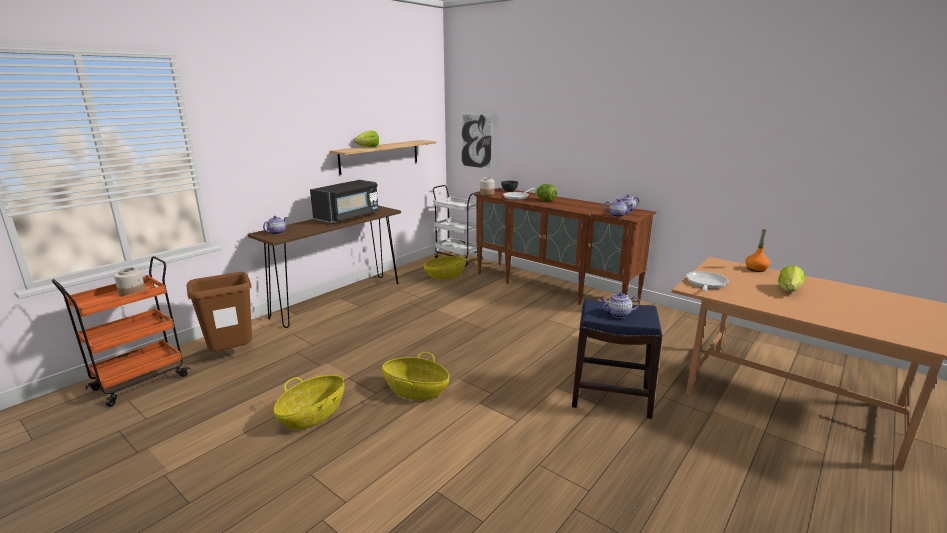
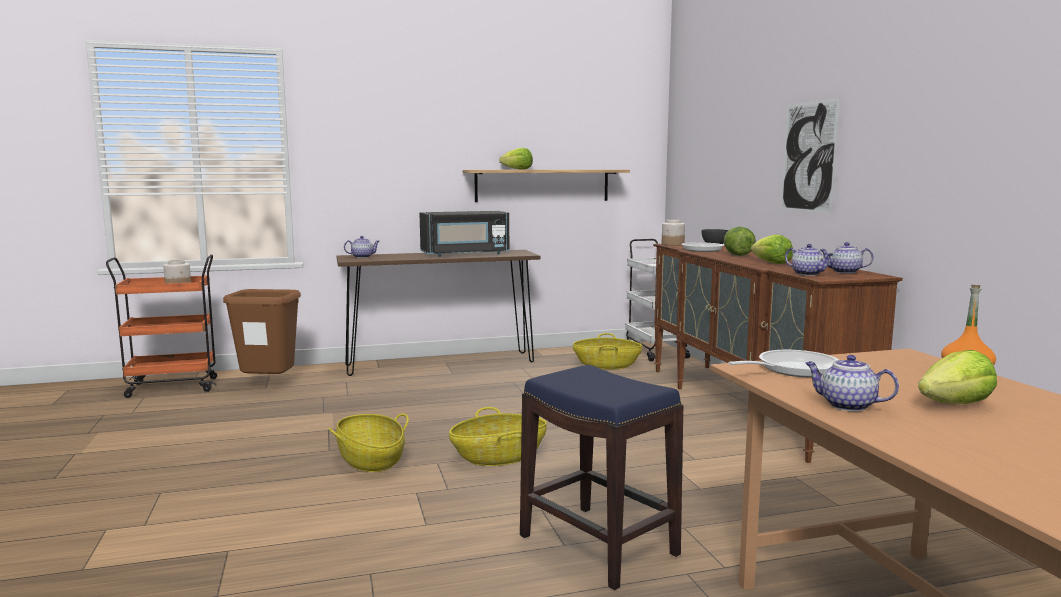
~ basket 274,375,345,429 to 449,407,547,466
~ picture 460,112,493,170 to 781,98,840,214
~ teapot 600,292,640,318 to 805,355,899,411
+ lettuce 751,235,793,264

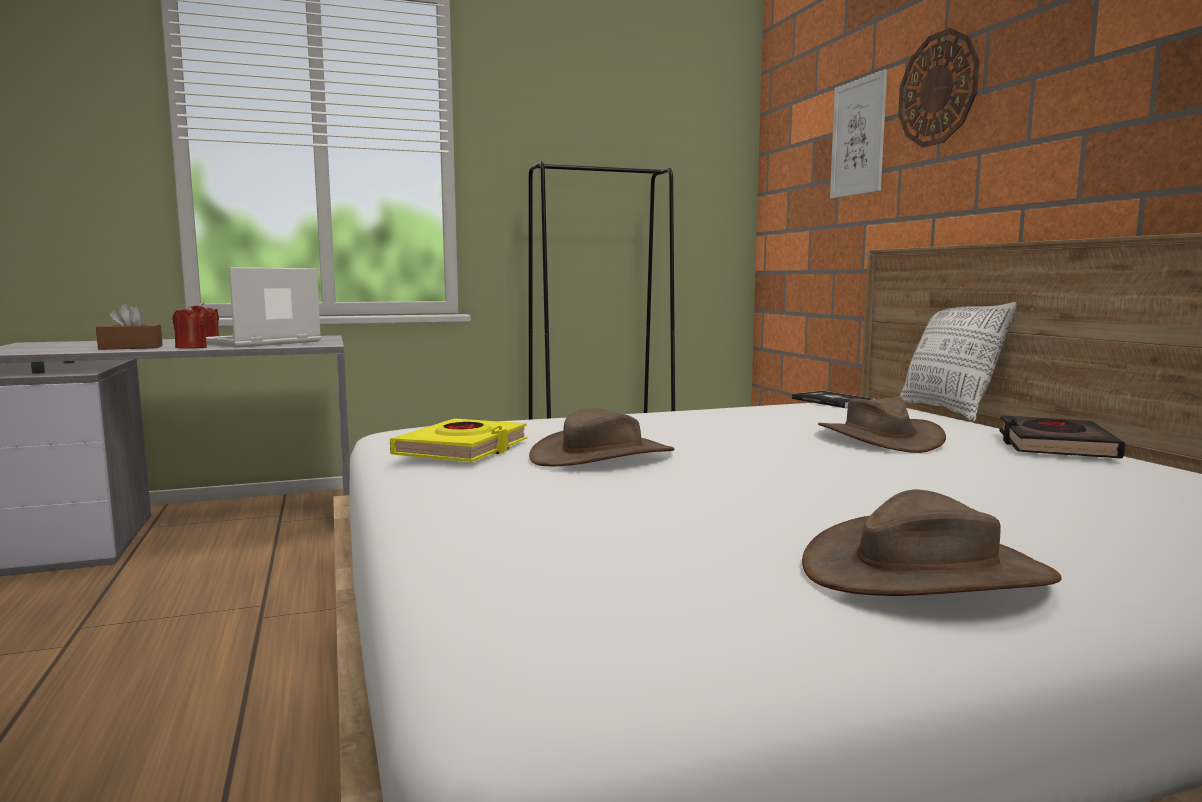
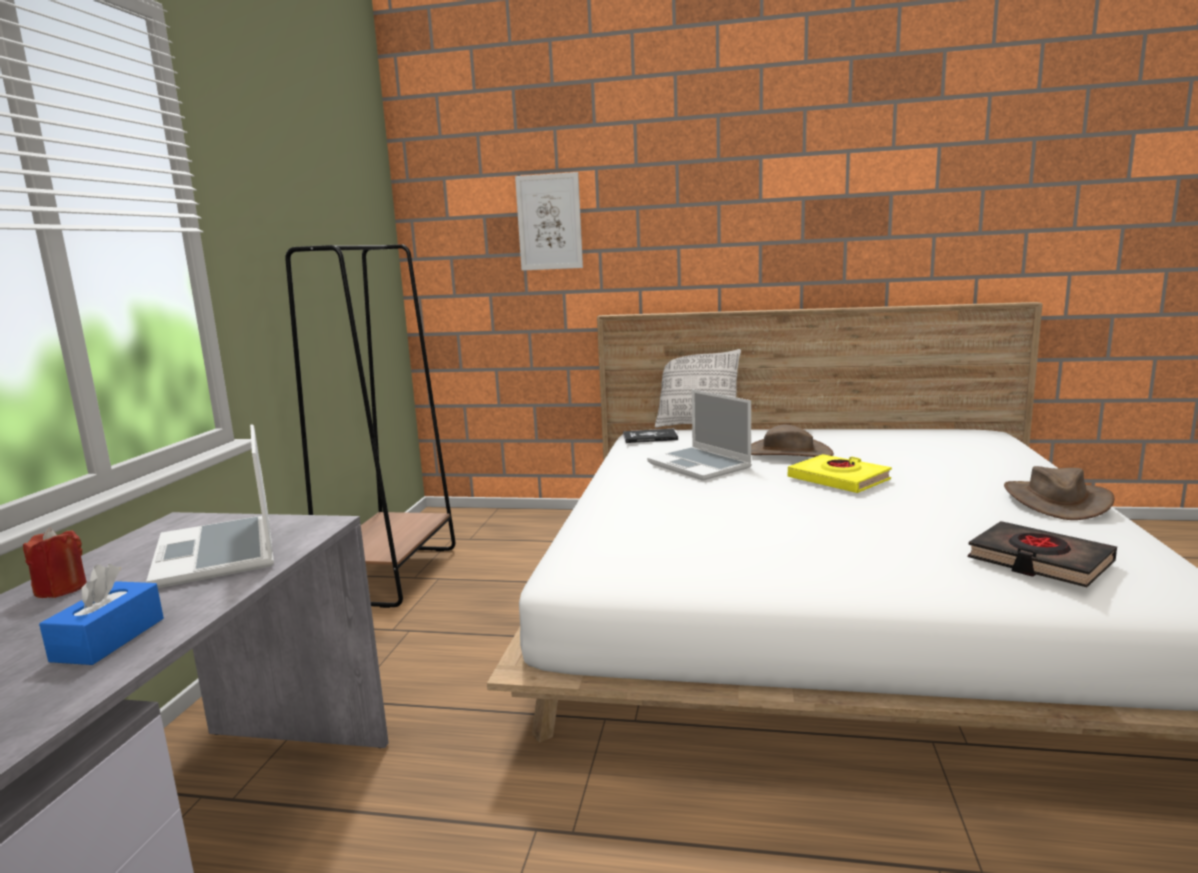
~ brown tissue box 96,303,163,350 to blue tissue box 39,564,164,665
- red candle 172,306,207,349
~ yellow book 390,419,527,462 to 788,454,892,493
- brown hat 529,408,675,466
- wall clock 898,28,980,147
~ black book 999,415,1126,459 to 968,521,1117,587
+ laptop 647,389,752,481

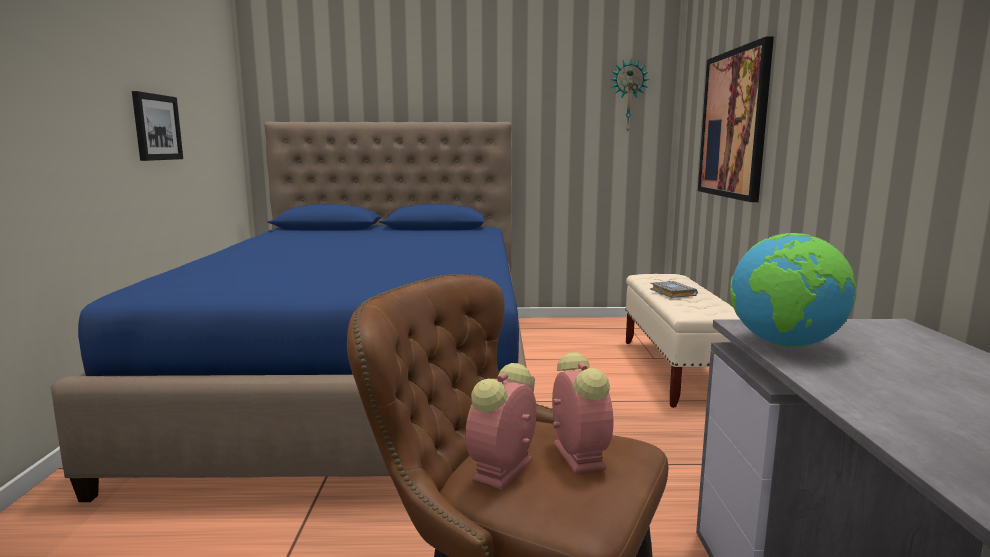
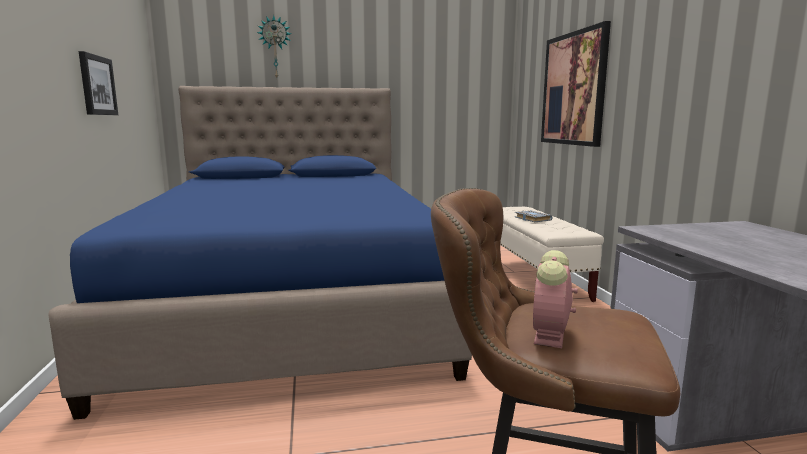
- alarm clock 552,352,613,473
~ wall clock 610,59,650,133 to 257,15,291,78
- globe 730,233,856,347

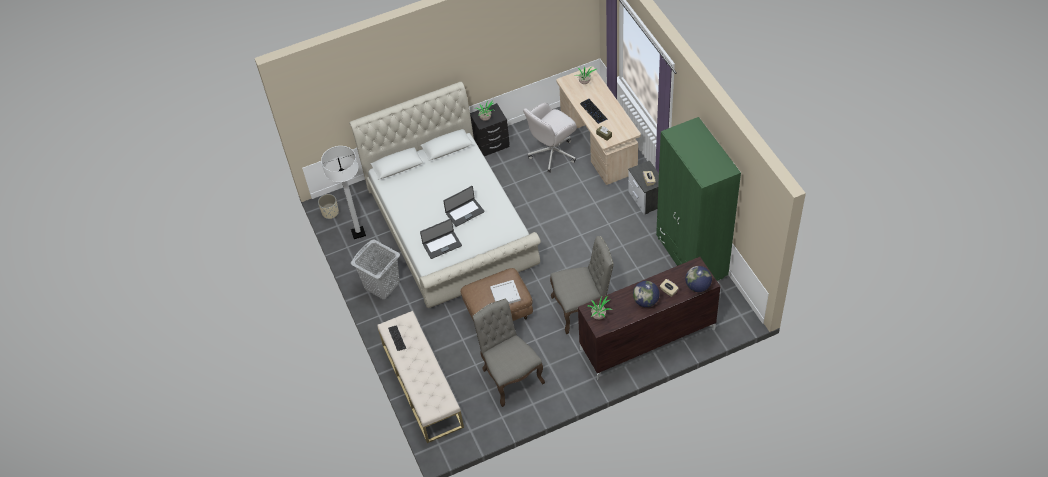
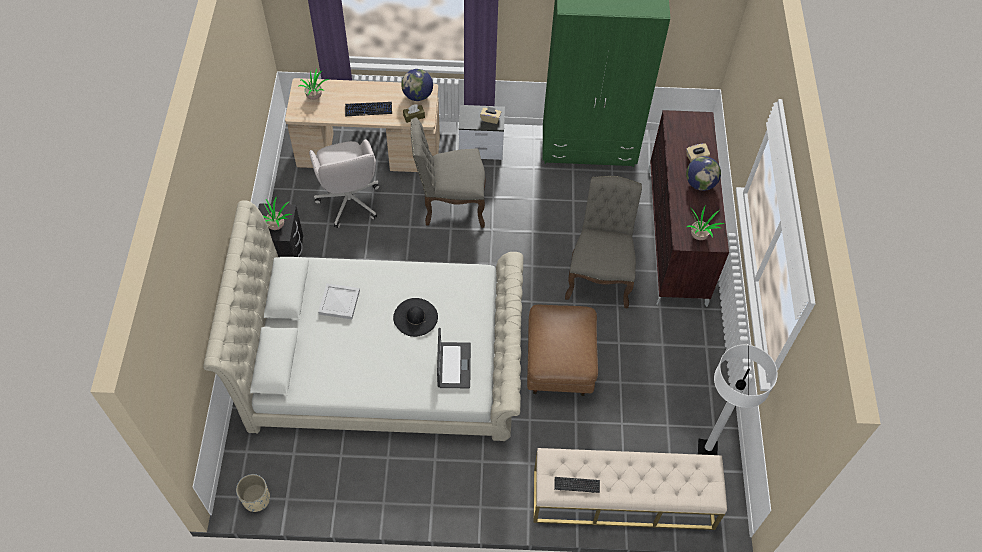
~ white floor lamp 321,146,366,239 to 698,345,778,455
- grey laundry basket 351,240,400,299
~ laptop 443,186,485,227 to black hat 393,298,438,337
~ grey chair 472,299,545,407 to 411,118,486,228
~ white tray 490,280,521,304 to 318,283,360,319
~ globe 685,266,712,292 to 401,69,433,101

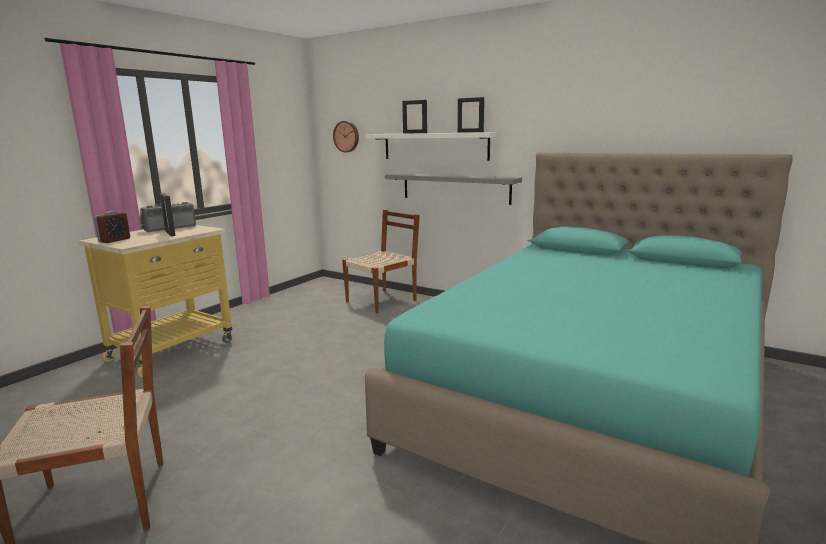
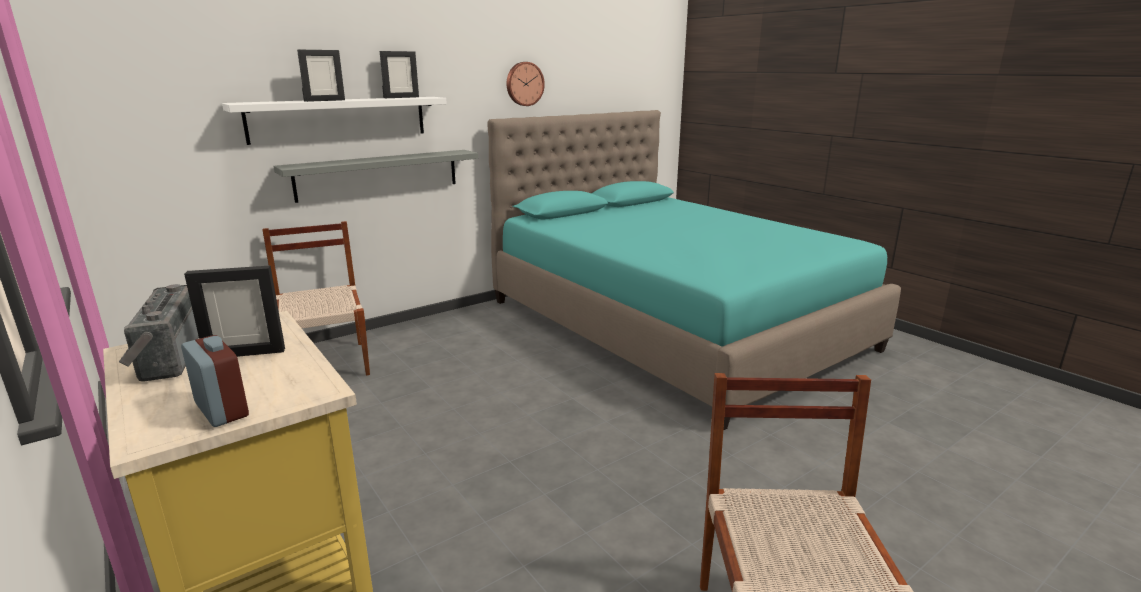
~ wall clock 333,121,359,152 to 507,62,545,106

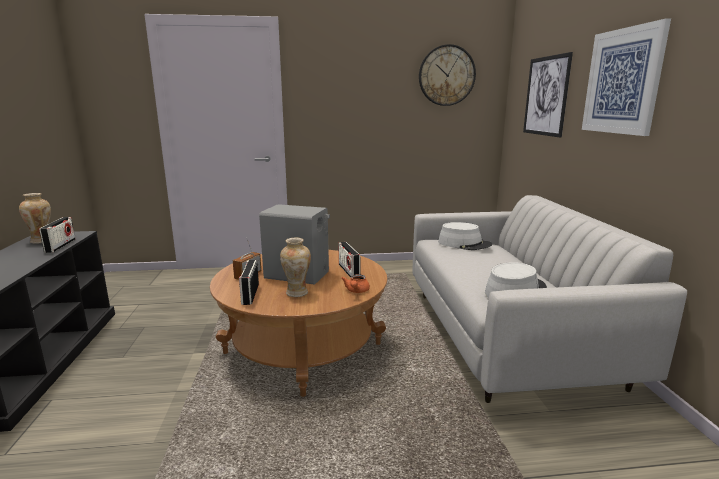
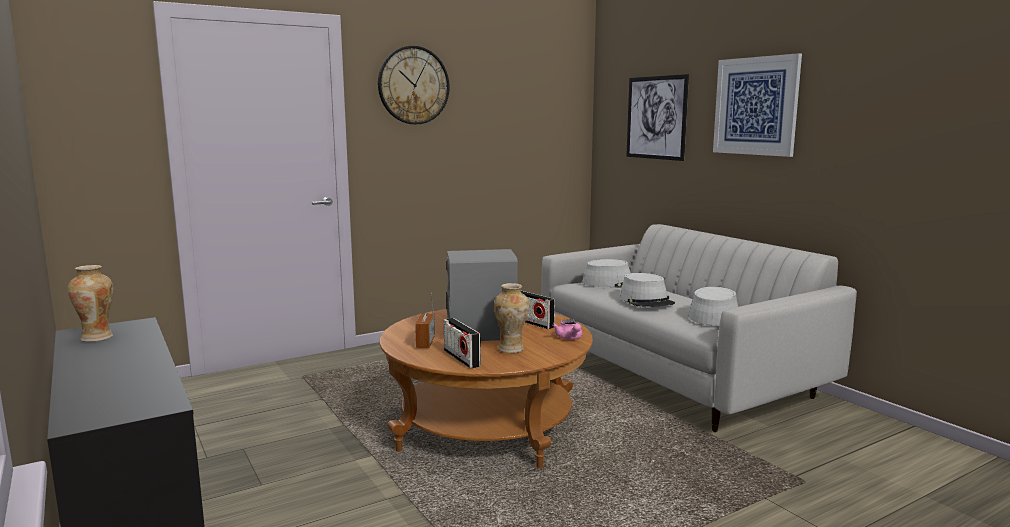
- radio 39,217,75,253
~ orange teapot 341,274,370,293 to pink teapot 552,320,582,339
~ wall clock 419,44,476,106 to 378,46,450,124
+ grey hat 620,273,675,307

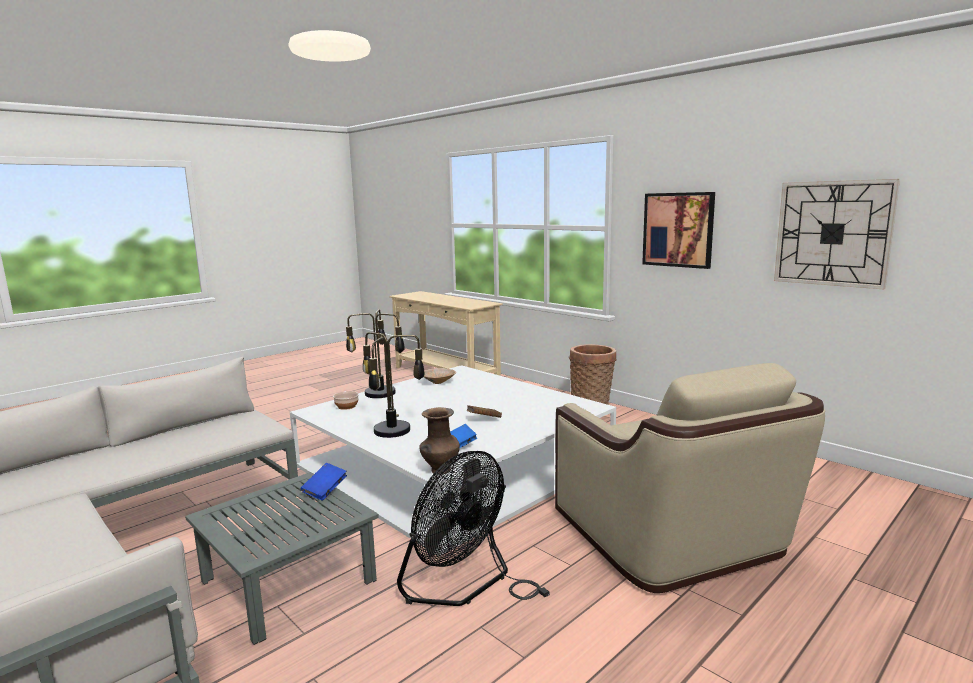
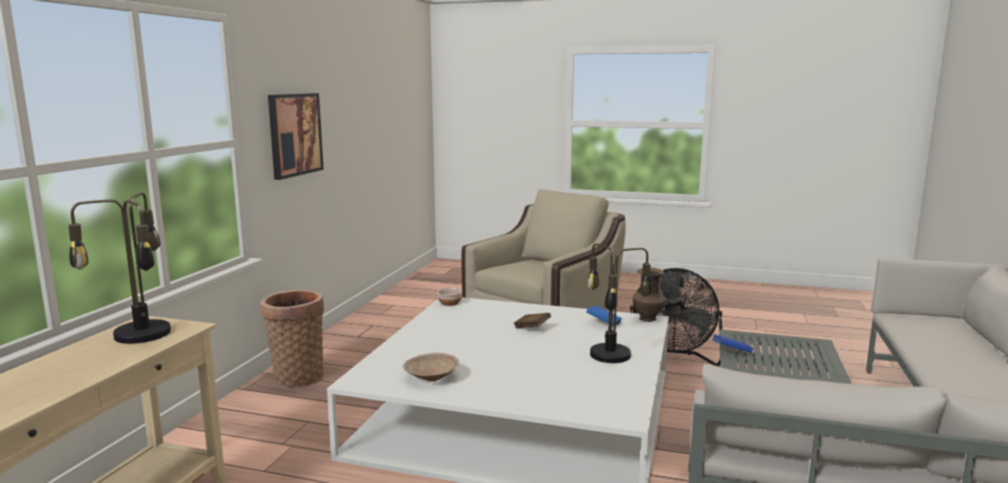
~ bowl 333,391,359,410 to 437,288,462,306
~ table lamp 346,309,405,398 to 69,193,171,344
- wall clock 774,179,900,289

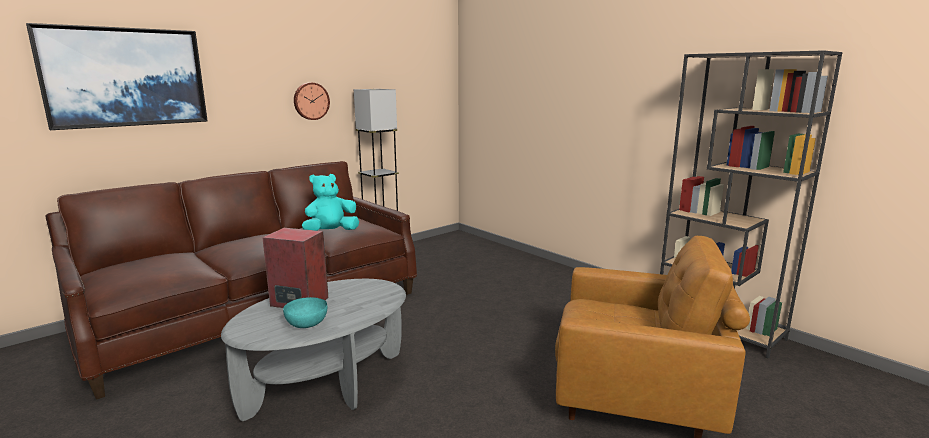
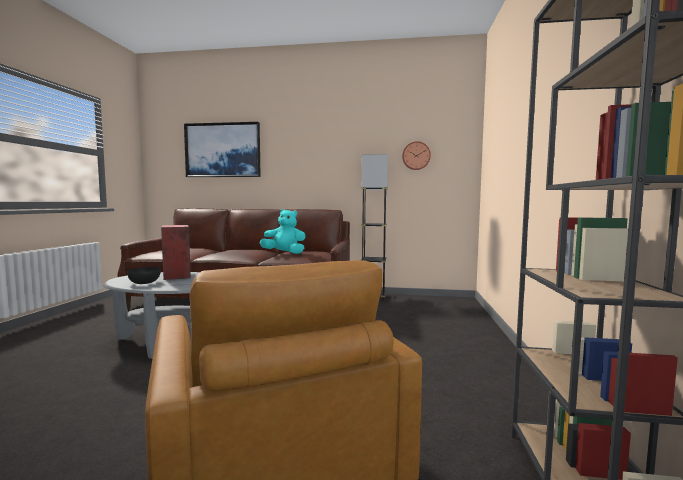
~ turquoise bowl 283,297,327,328 to black bowl 127,267,161,284
~ wall clock 294,83,330,120 to 402,141,431,170

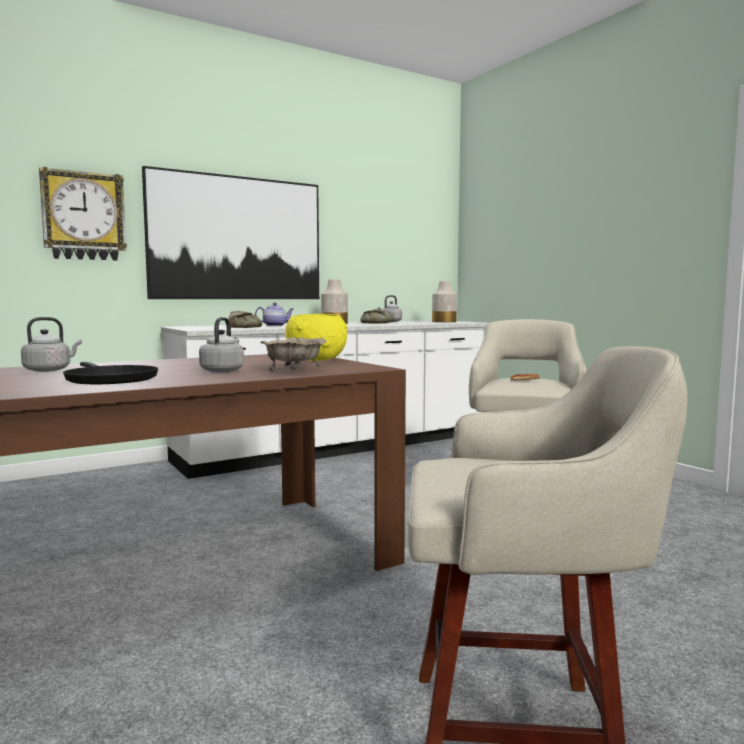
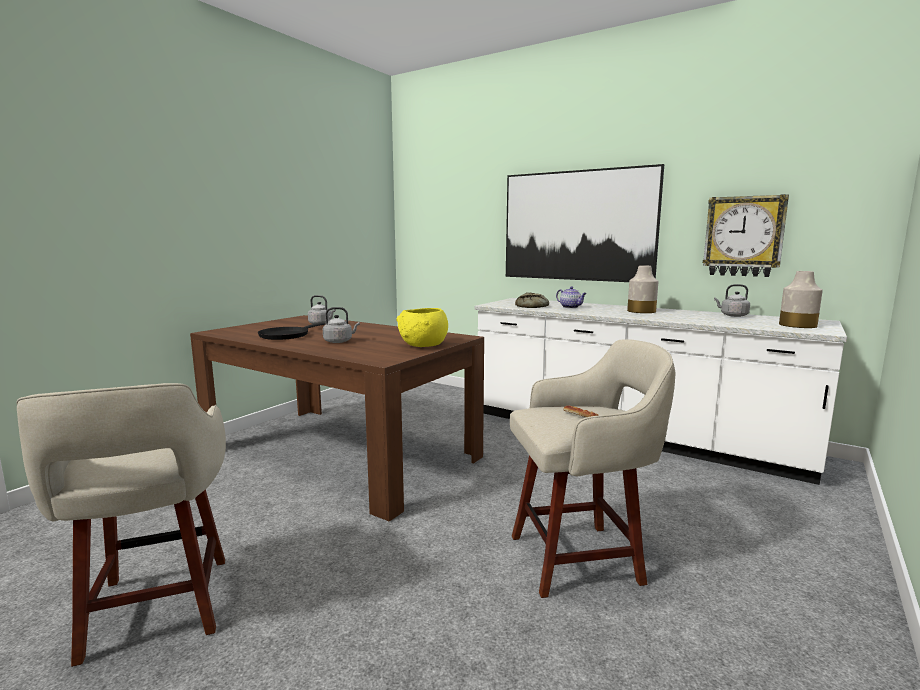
~ wall clock 39,167,127,260 to 703,194,789,277
- beige bowl 260,337,327,372
- bread 360,309,395,324

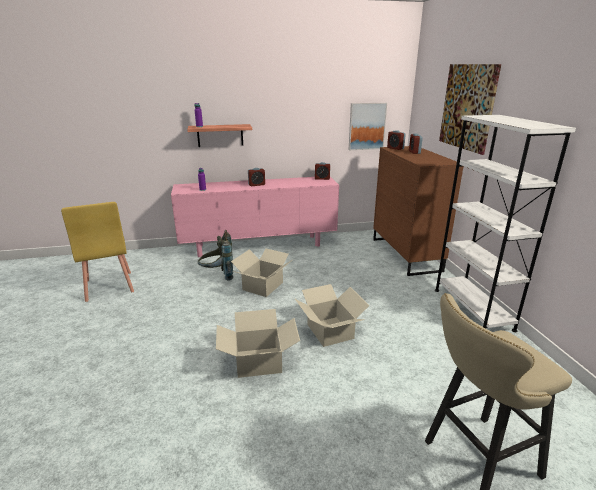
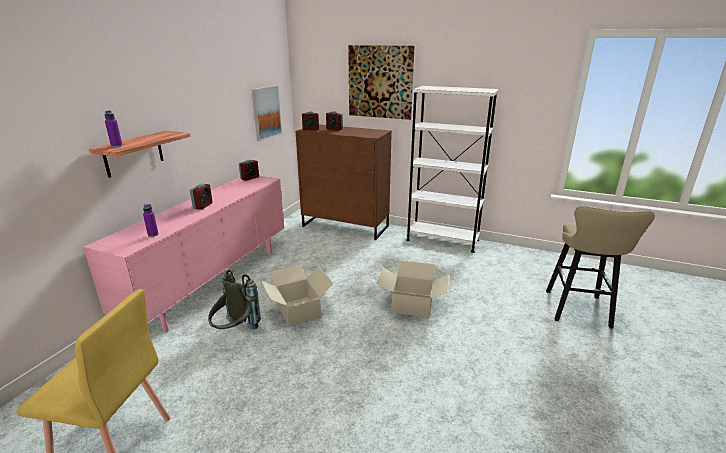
- cardboard box 216,309,300,378

